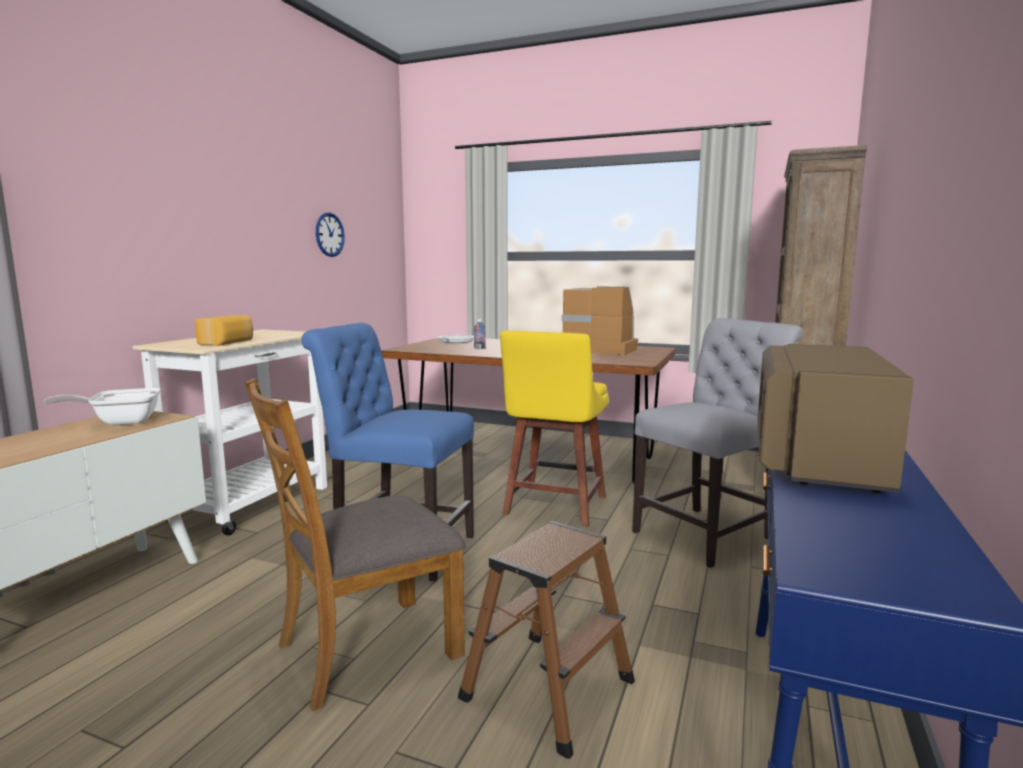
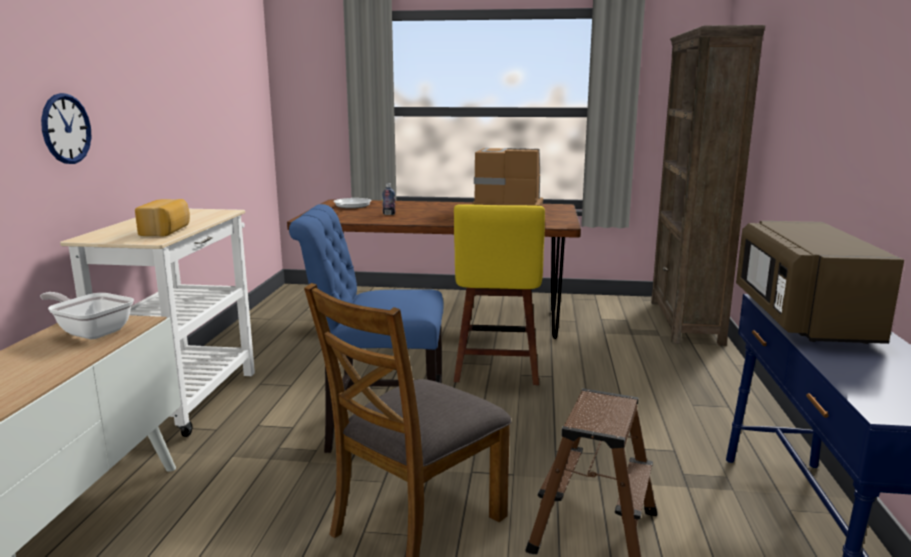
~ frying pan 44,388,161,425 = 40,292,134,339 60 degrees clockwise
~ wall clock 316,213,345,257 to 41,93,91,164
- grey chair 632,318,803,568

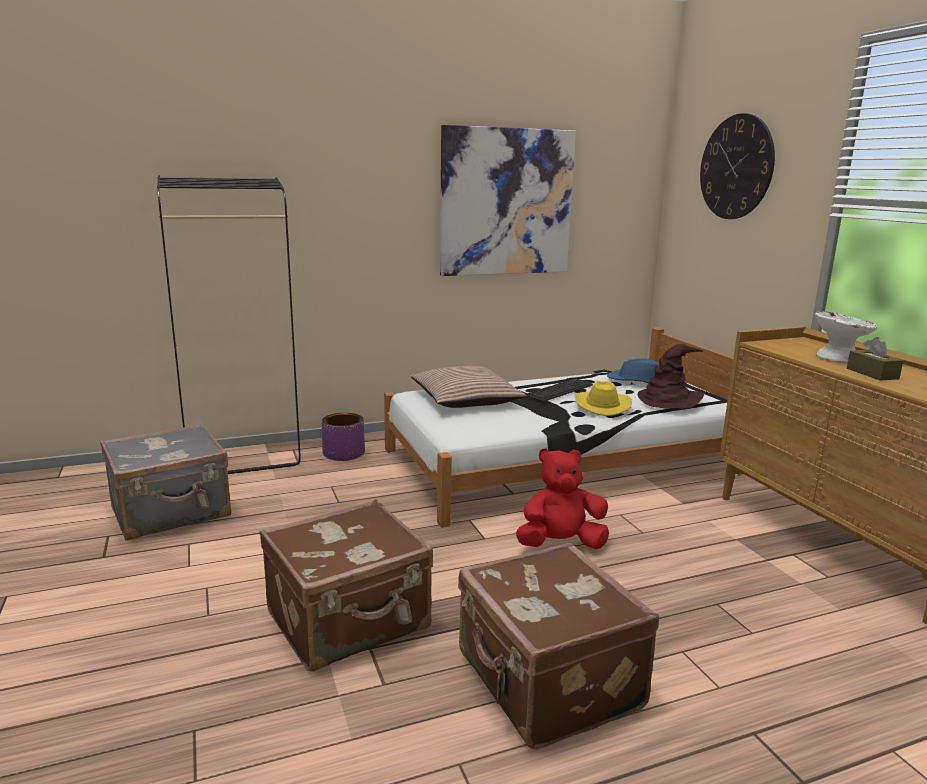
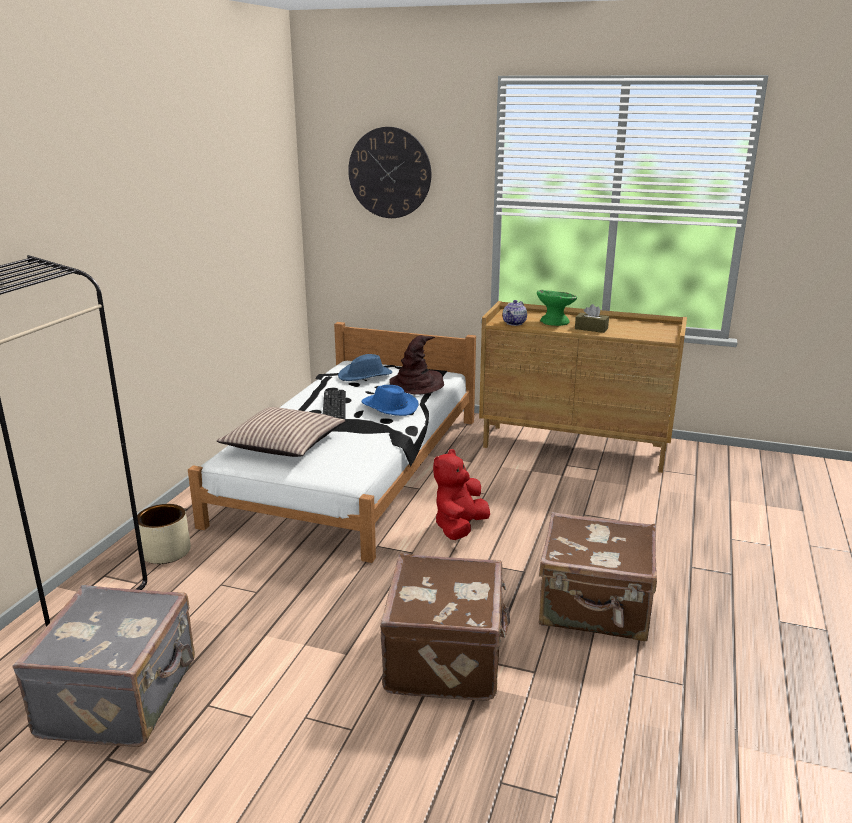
~ purple planter 322,413,365,461 to beige planter 137,504,191,564
- picture 440,125,576,276
~ yellow hat 575,381,632,416 to blue hat 362,385,419,416
~ white bowl 815,311,877,363 to green bowl 537,290,577,326
+ teapot 503,300,527,326

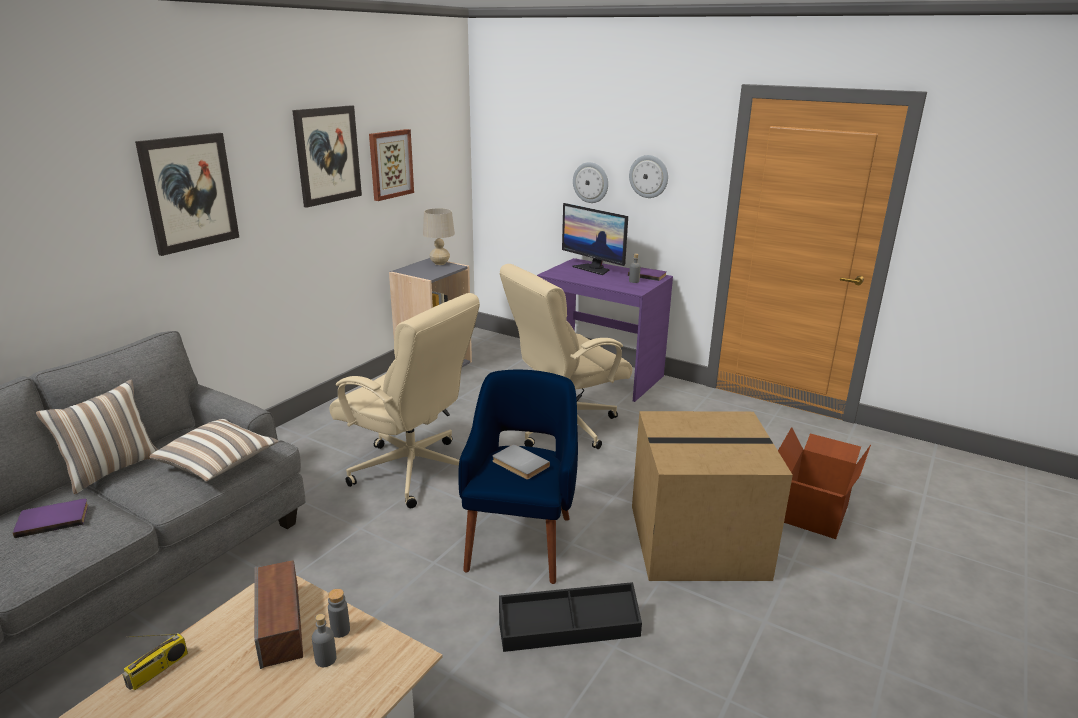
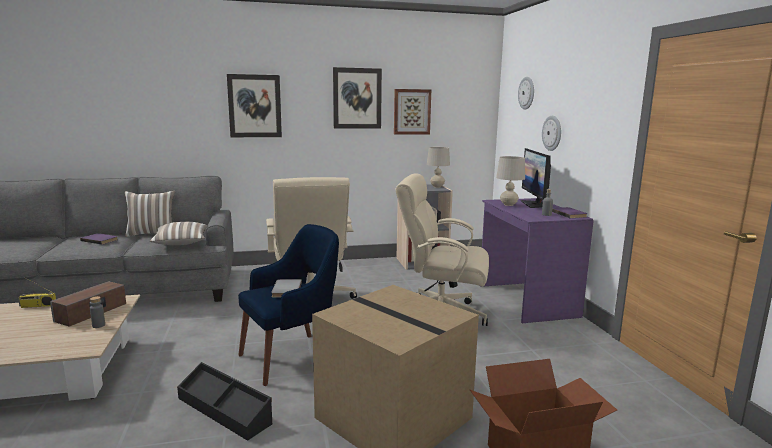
- grey bottle 312,614,336,667
~ wall clock 629,155,668,198 to 518,77,534,110
+ beige table lamp 496,156,525,206

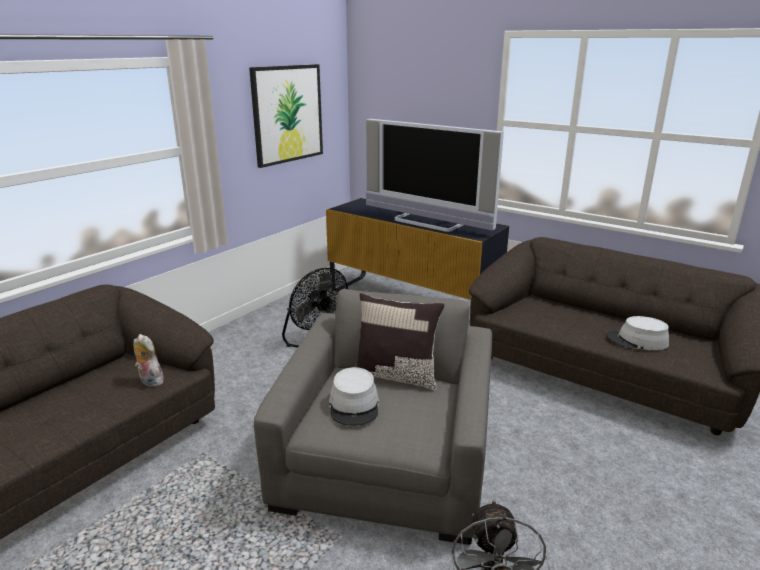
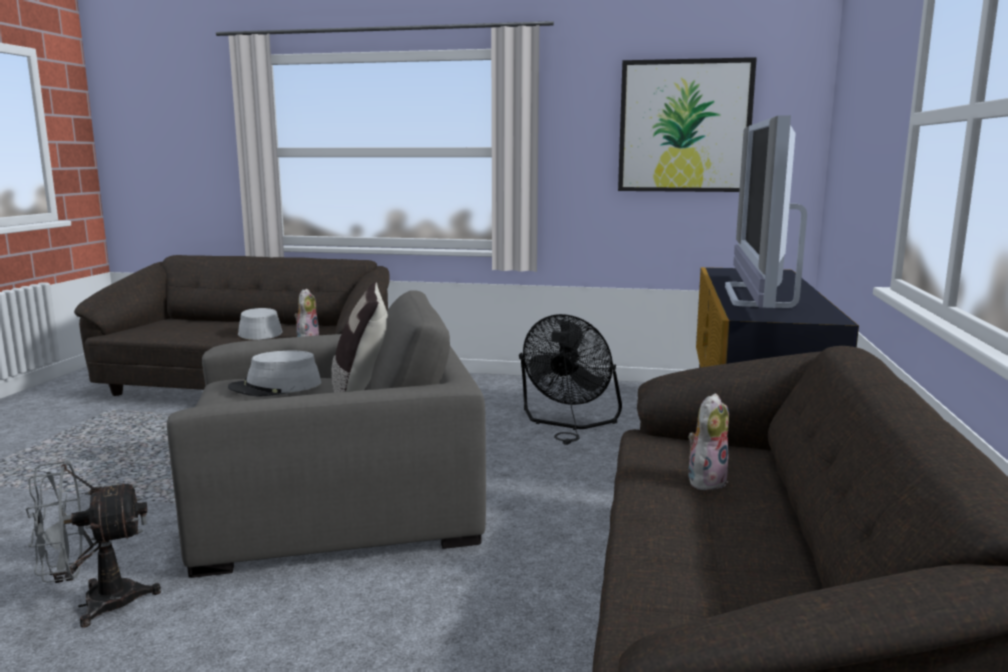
~ grey hat 607,316,669,350 to 238,308,283,340
+ plush toy 688,393,729,490

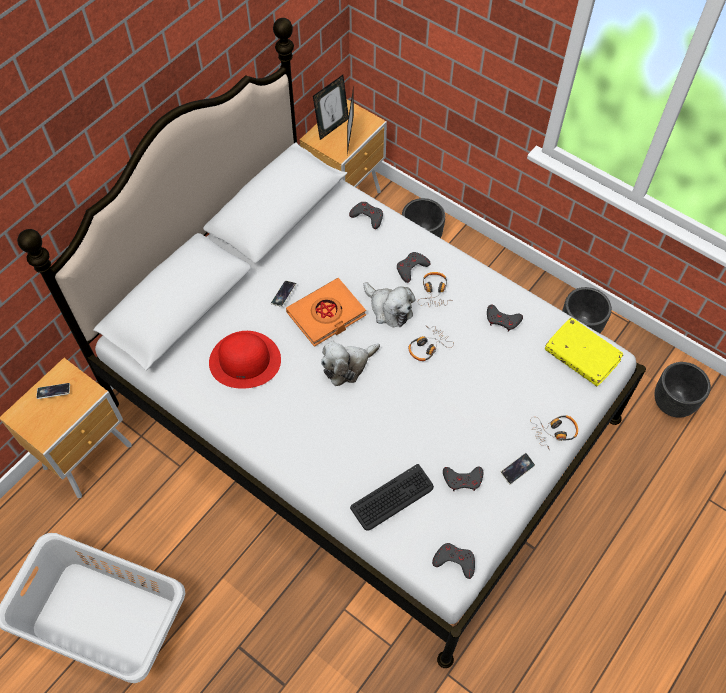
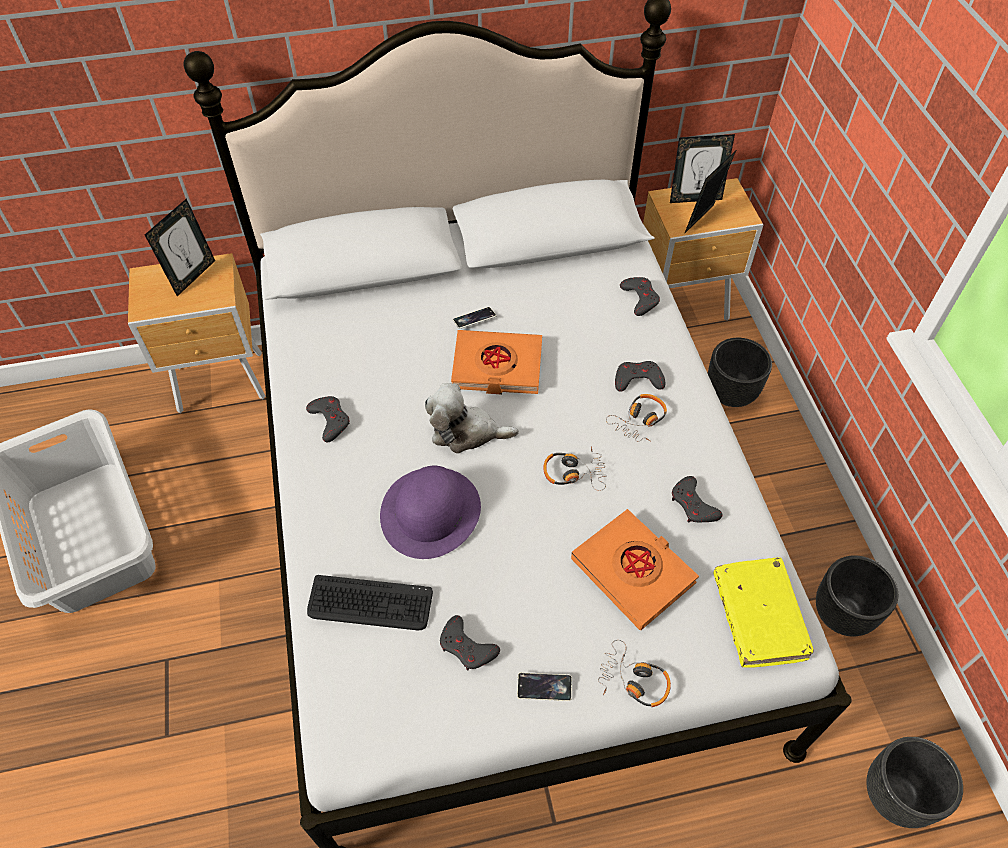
~ phone 36,383,70,399 to picture frame 145,198,215,296
- red hat 209,331,281,389
- plush toy 363,282,415,327
~ grey game controller 432,543,475,579 to 306,396,350,442
+ purple hat 380,466,481,559
+ orange book 571,509,699,630

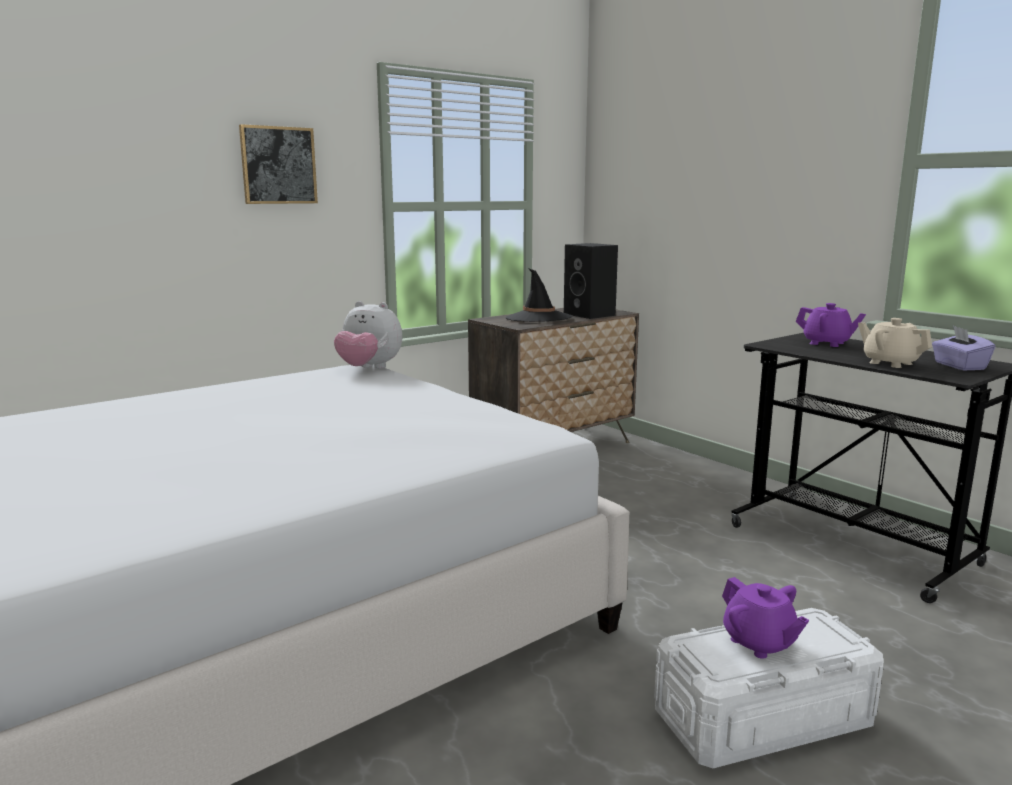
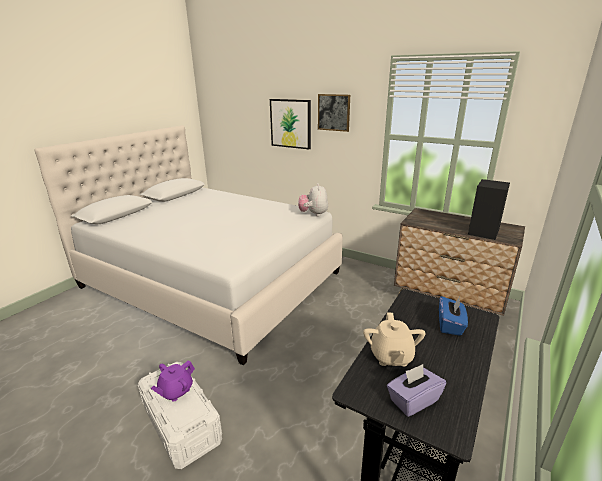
- black hat 505,268,572,322
~ purple teapot 796,303,866,347 to blue tissue box 439,296,468,336
~ beige teapot 858,318,932,368 = 363,313,426,367 150 degrees clockwise
+ picture 270,99,311,149

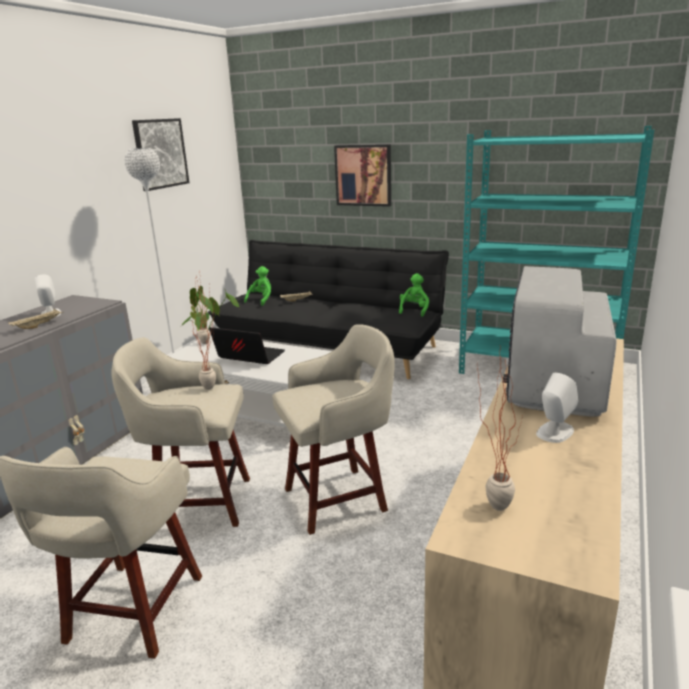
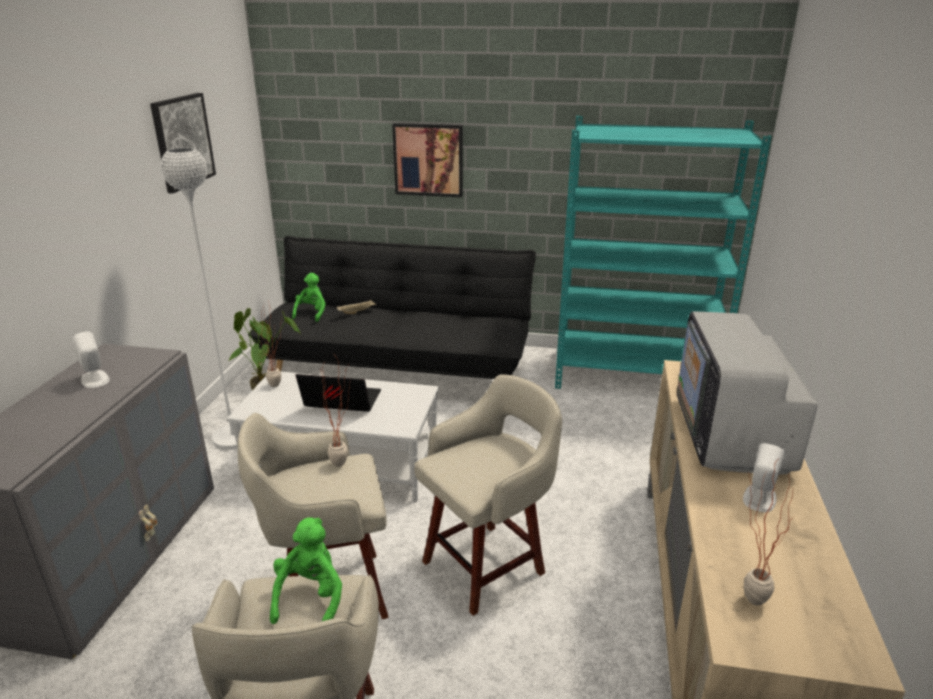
- beige tray 8,309,64,329
~ green plush toy 399,273,429,317 to 270,517,342,624

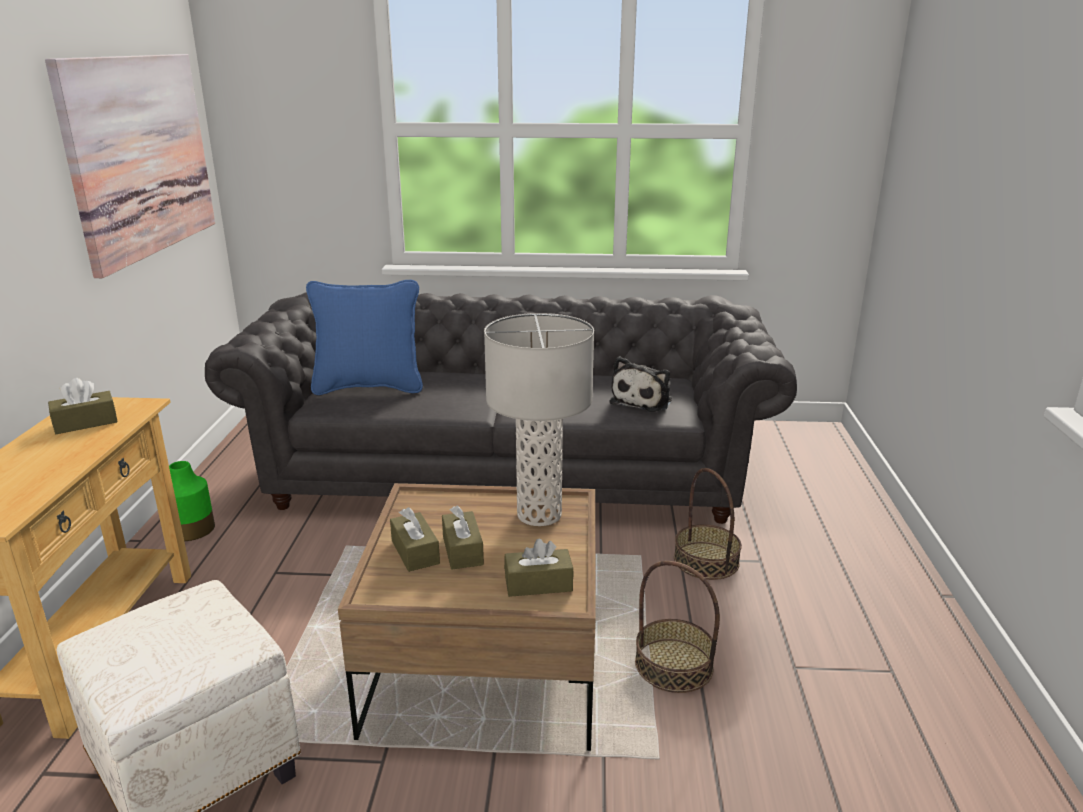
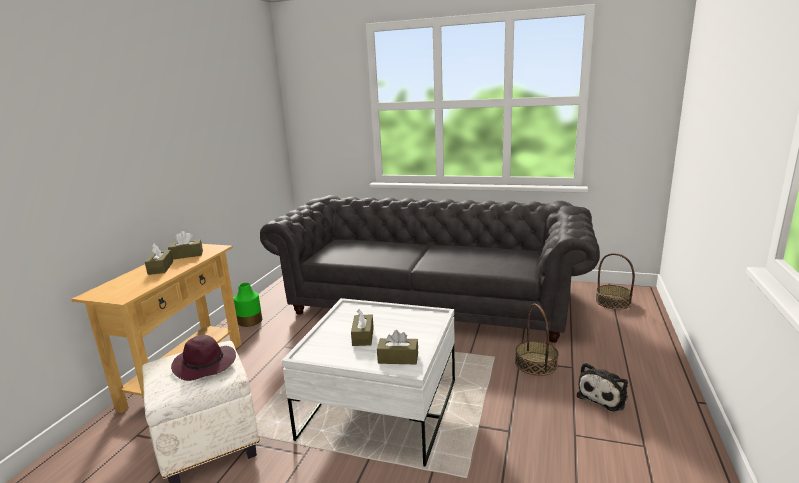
- picture 45,54,215,278
- blue pillow 306,280,423,395
~ brown coffee table 338,483,595,751 to white coffee table 282,298,455,467
~ brown tissue box 390,507,440,572 to 145,244,173,275
- white table lamp 484,313,594,526
~ plush toy 610,357,672,412 to 577,362,628,411
~ basket 635,561,720,693 to 595,253,635,310
+ purple hat 171,335,236,381

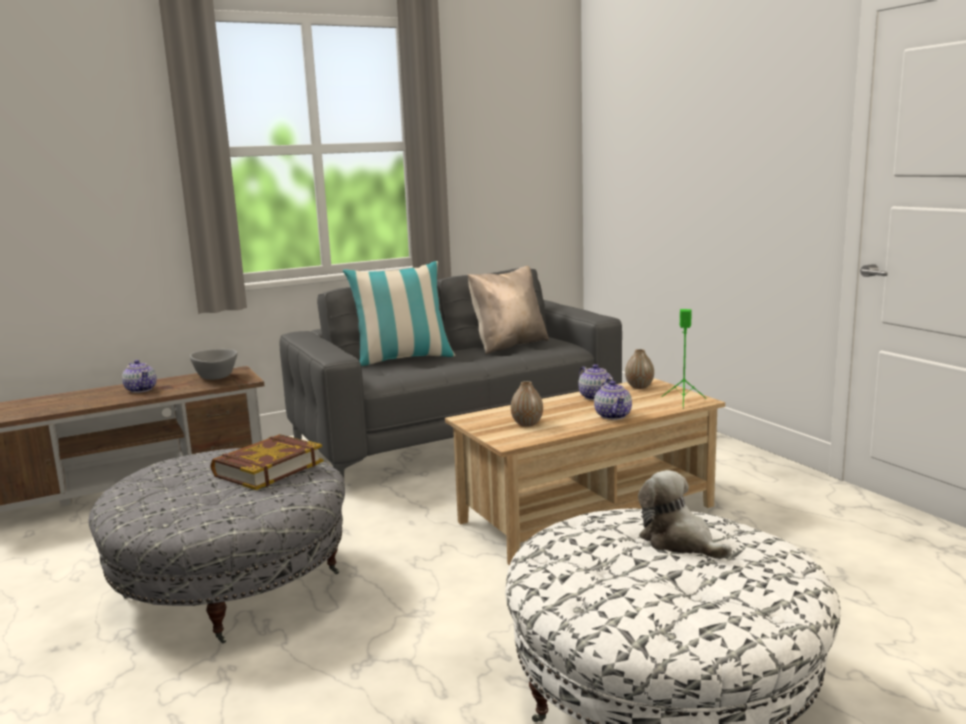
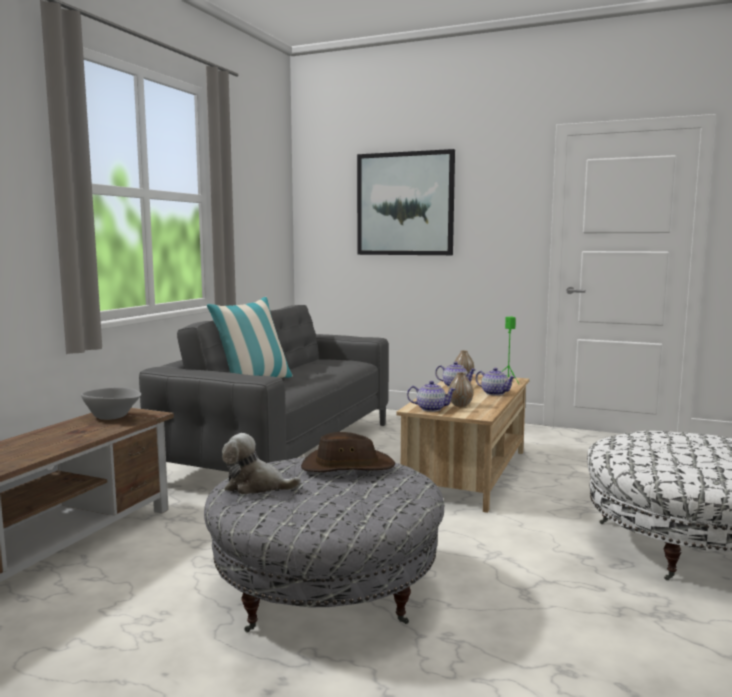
~ teapot 122,360,157,393 to 407,381,456,412
~ book 211,434,324,490 to brown hat 301,432,395,472
- beige pillow 468,266,549,355
~ plush toy 638,470,732,559 to 222,433,301,495
+ picture 357,149,455,255

